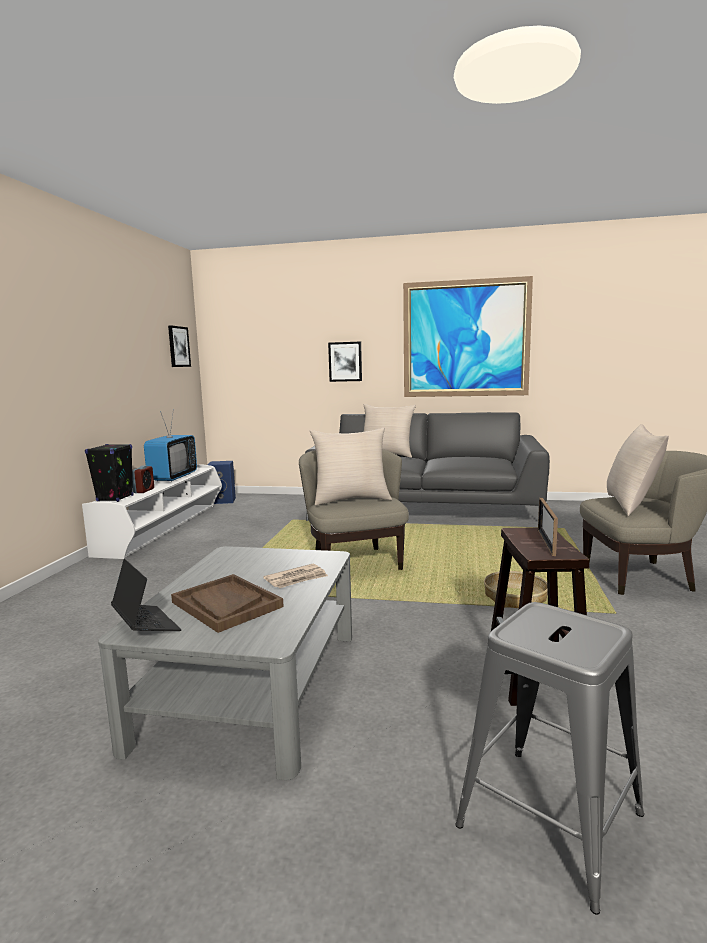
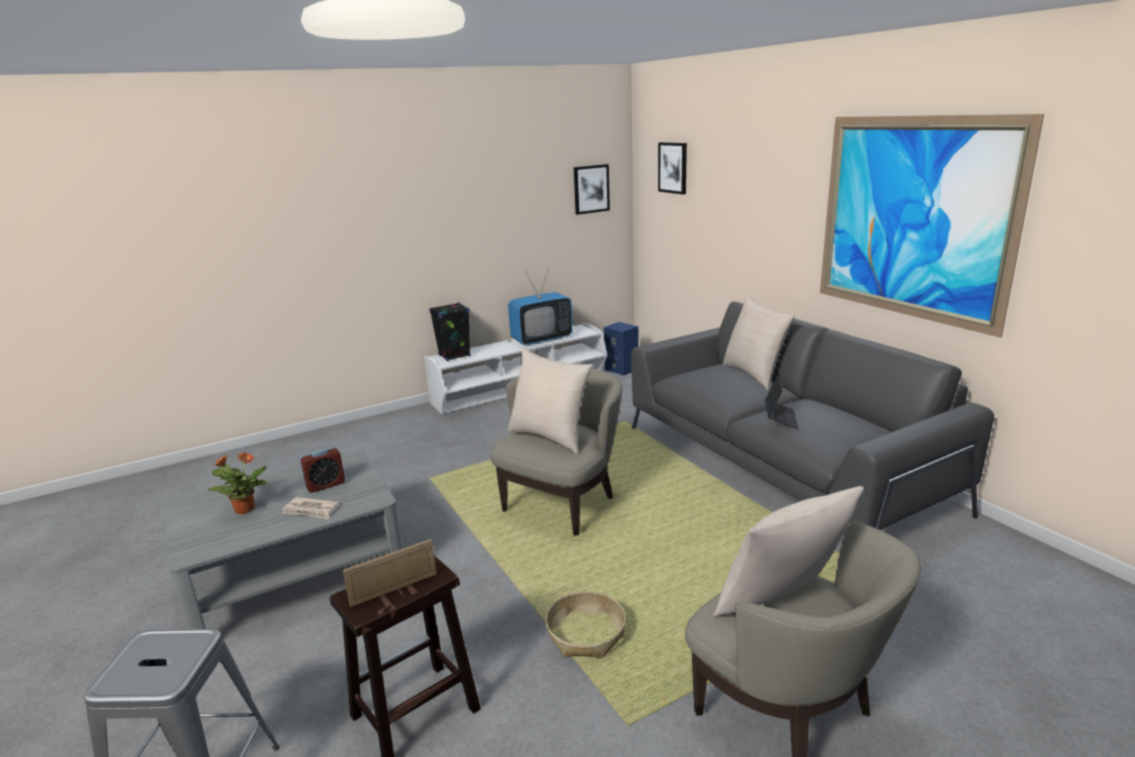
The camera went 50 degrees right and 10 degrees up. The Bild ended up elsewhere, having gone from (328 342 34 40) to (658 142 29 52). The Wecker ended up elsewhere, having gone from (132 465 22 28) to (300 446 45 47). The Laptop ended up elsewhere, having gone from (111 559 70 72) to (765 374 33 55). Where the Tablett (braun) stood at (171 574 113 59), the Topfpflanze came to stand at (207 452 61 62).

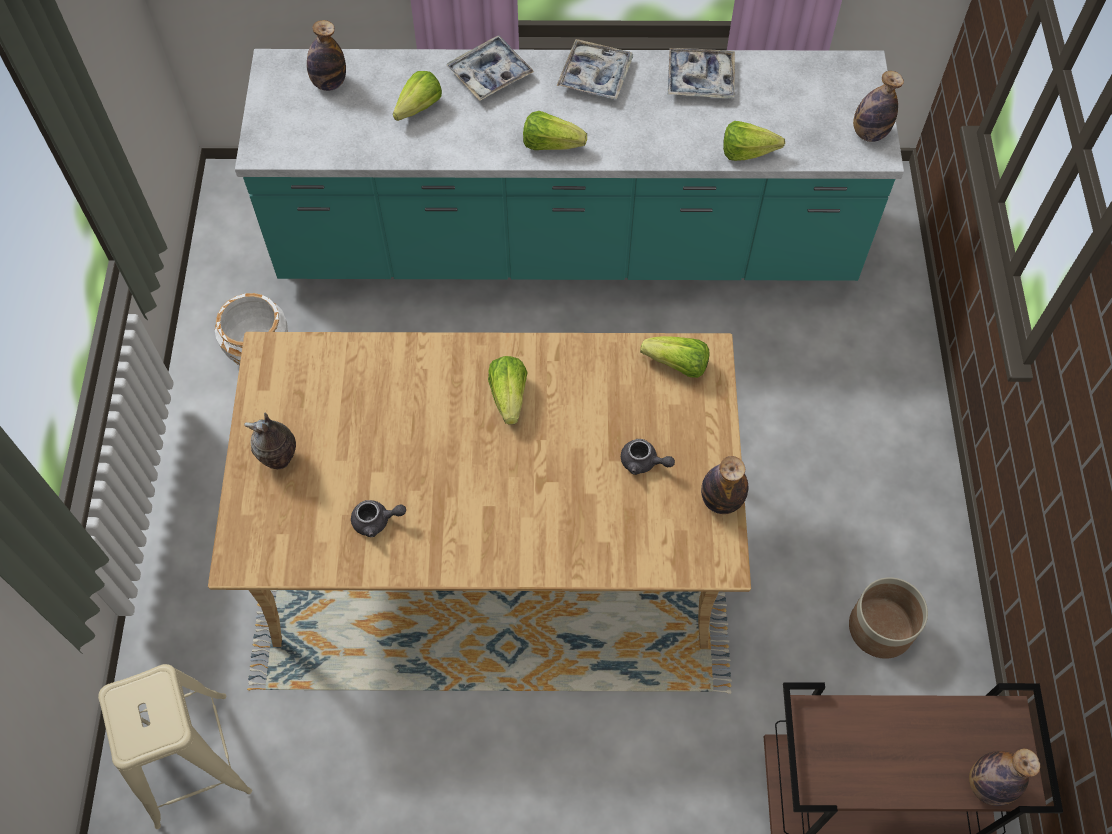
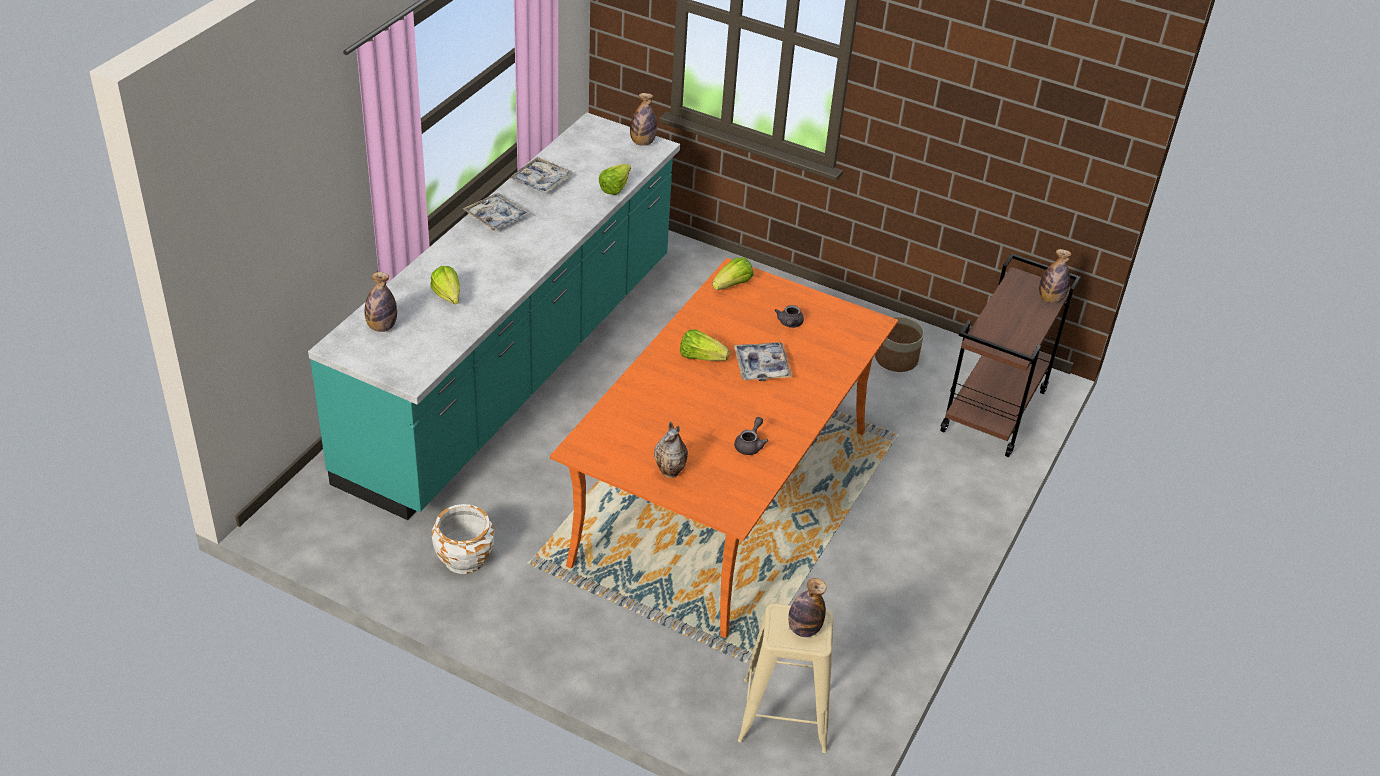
The camera went 65 degrees left and 20 degrees down. The Tablett ended up elsewhere, having gone from (447 35 87 66) to (734 342 58 39). The second view lost the Salatkopf at (523 111 64 39). What was the Esstisch (beige) at (208 332 543 317) turned into the Esstisch (orange) at (550 258 348 380). The Teekanne (grau) at (621 439 54 36) ended up facing another way, 135 degrees clockwise from before. The Flasche ended up elsewhere, having gone from (701 456 47 58) to (788 578 38 59).

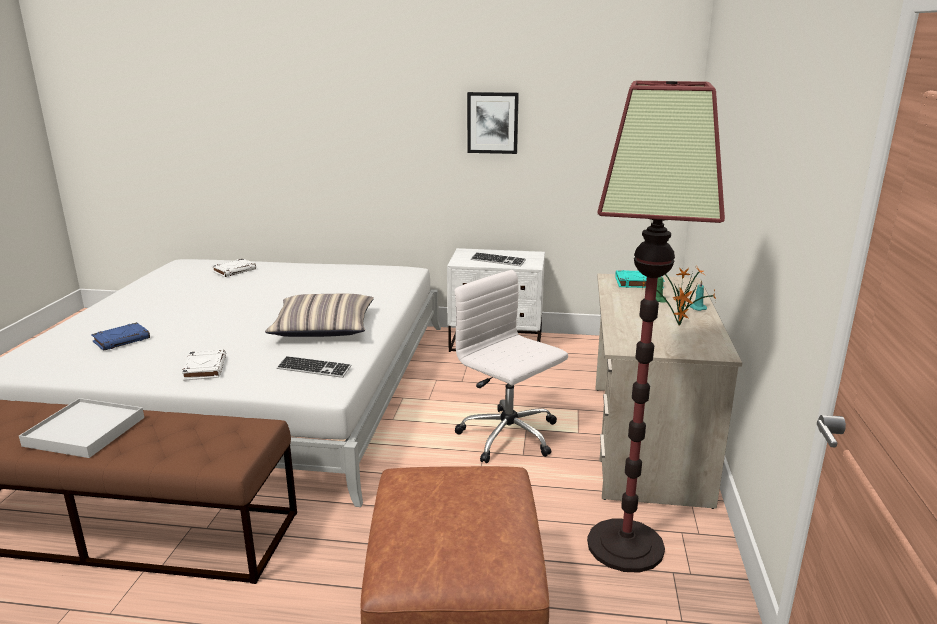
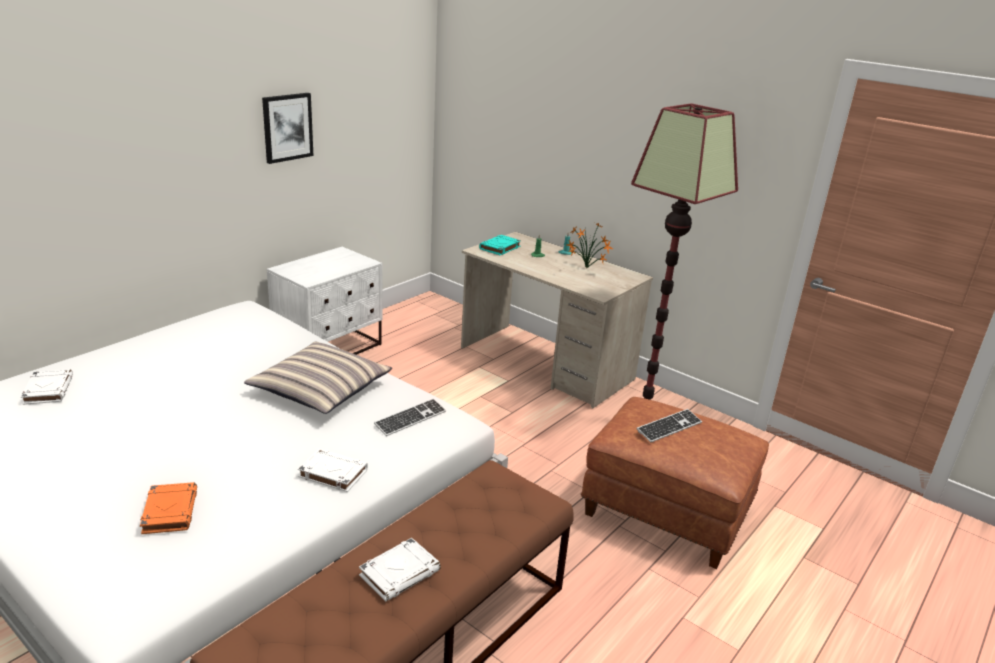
The camera went 60 degrees left and 5 degrees up. The Tastatur ended up elsewhere, having gone from (471 252 55 14) to (636 409 66 33). The second view lost the Bürostuhl (weiß) at (454 270 114 193). What was the Buch (blau) at (91 322 59 29) turned into the Buch (orange) at (140 482 57 52). Where the Tablett (weiß) stood at (19 398 125 60), the Buch (weiß) came to stand at (359 538 82 63).

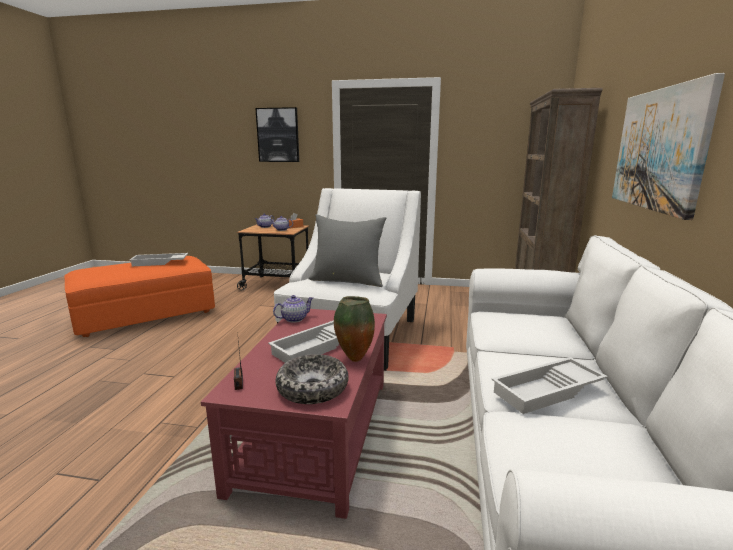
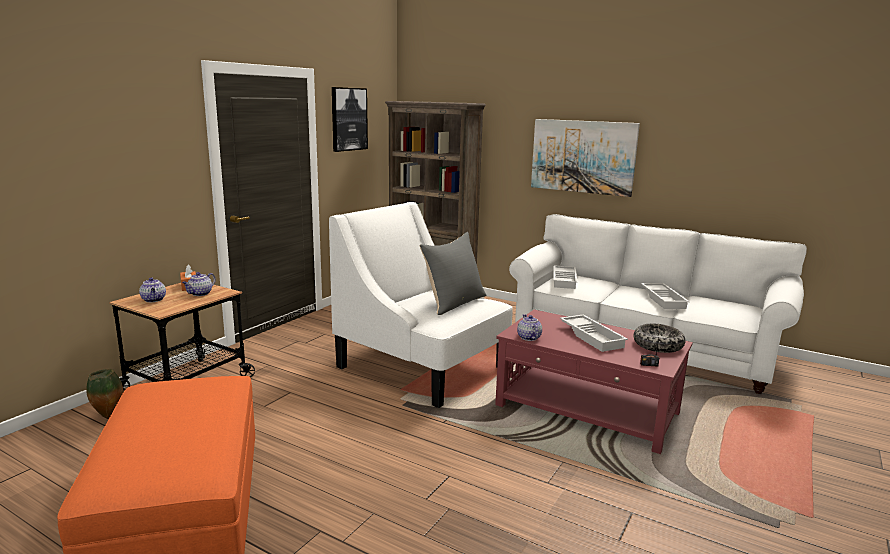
The camera went 70 degrees left and 0 degrees up. The Bild ended up elsewhere, having gone from (255 107 44 55) to (332 87 36 65). The Tablett (weiß) ended up elsewhere, having gone from (129 253 59 13) to (553 265 24 24). The Vase ended up elsewhere, having gone from (334 296 41 66) to (86 369 38 50).

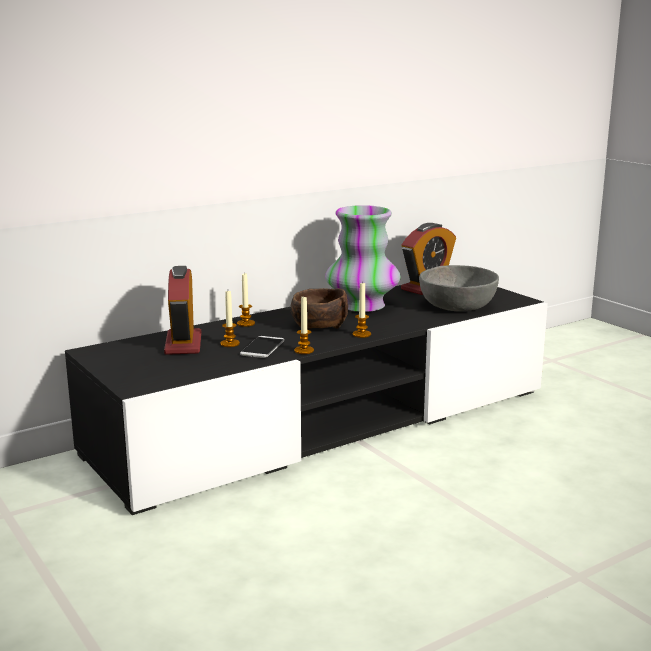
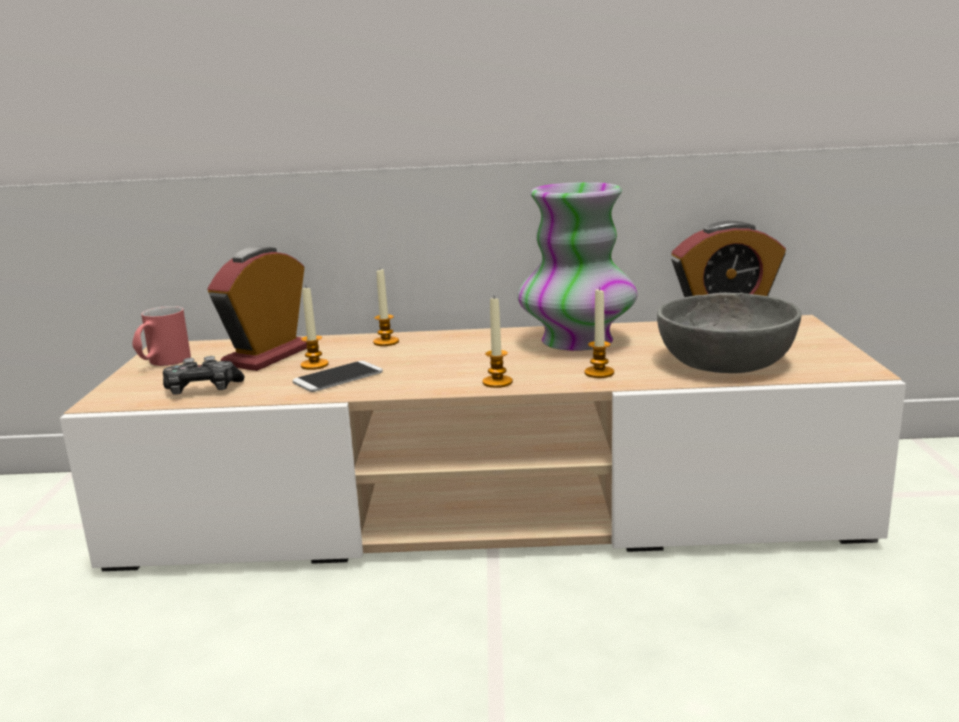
The camera went 35 degrees right and 0 degrees up. What was the Fernsehschrank (schwarz) at (65 285 483 230) turned into the Fernsehschrank (beige) at (60 315 846 256). The second view lost the Schüssel (braun) at (291 288 57 42). The Kerze ended up elsewhere, having gone from (294 297 20 57) to (584 287 30 91). The second view gained the Henkelbecher (rot) at (132 306 59 60). The second view gained the Gamepad at (163 356 81 39).

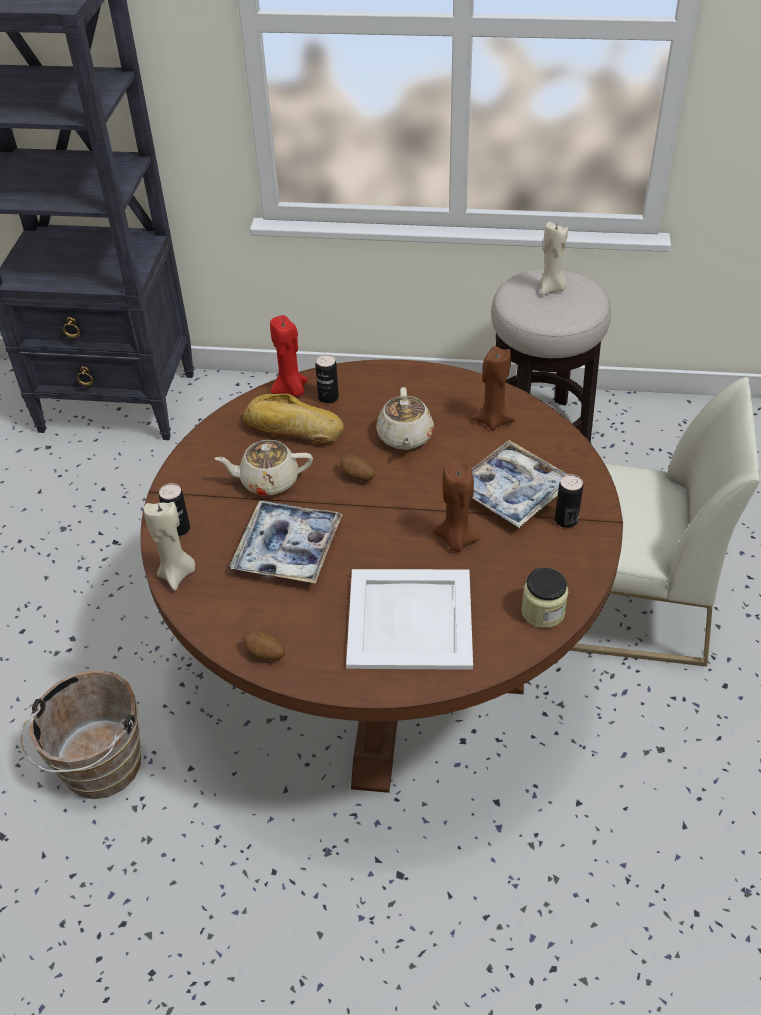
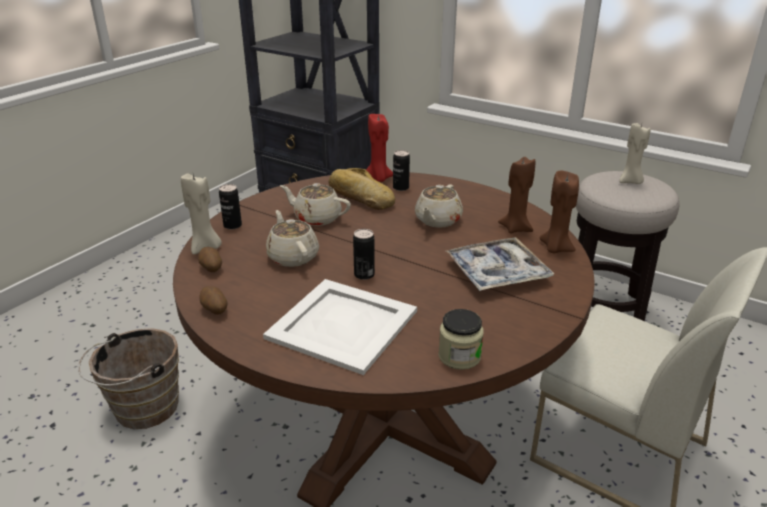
The camera went 25 degrees right and 15 degrees down. The Kartoffel ended up elsewhere, having gone from (341 455 34 27) to (198 247 24 25). The Kerze (braun) ended up elsewhere, having gone from (433 461 47 91) to (540 171 39 83). The Dose ended up elsewhere, having gone from (555 474 28 54) to (353 229 22 51). Where the Tablett stood at (230 501 113 82), the Teekanne (beige) came to stand at (266 210 53 57).

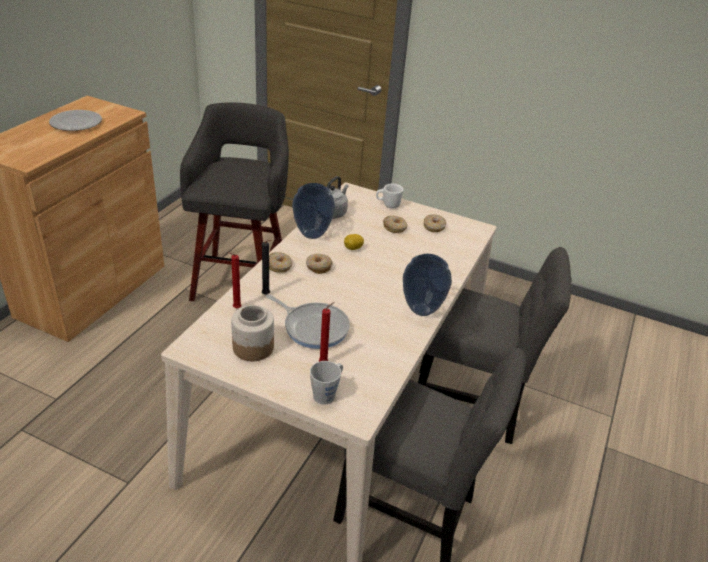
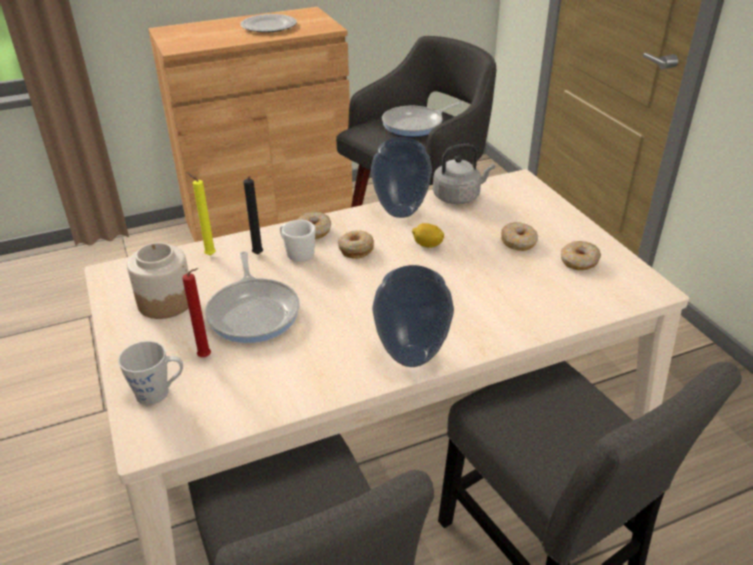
The camera went 45 degrees right and 0 degrees up. The Henkelbecher (weiß) ended up elsewhere, having gone from (376 184 28 24) to (280 220 35 42). What was the Kerze (rot) at (227 252 15 56) turned into the Kerze (gelb) at (186 172 30 83). The second view gained the Pfanne at (382 102 81 35).

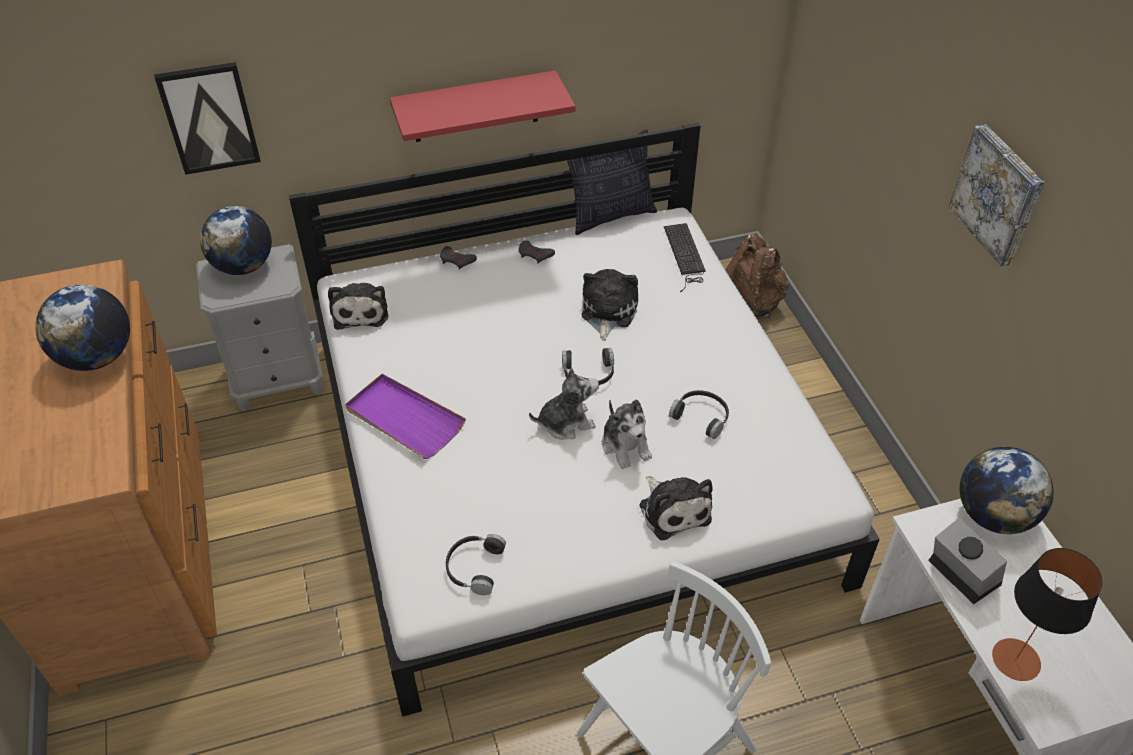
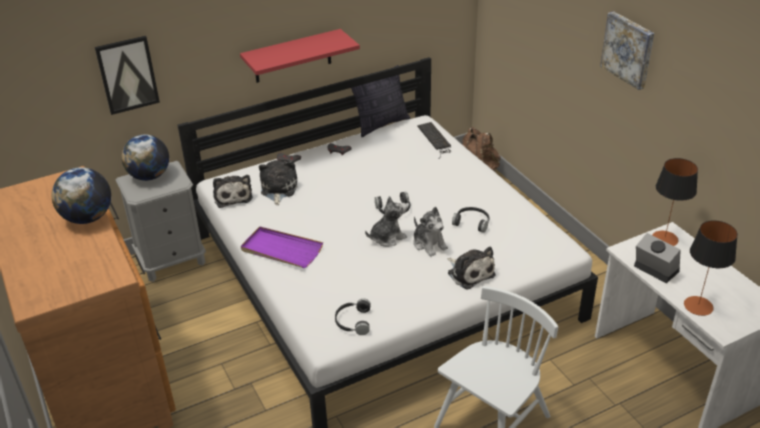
The camera went 10 degrees left and 10 degrees down. The Plüschtier ended up elsewhere, having gone from (582 269 56 72) to (259 160 38 45). Where the Globus stood at (960 447 94 87), the Tischlampe came to stand at (652 158 46 88).

